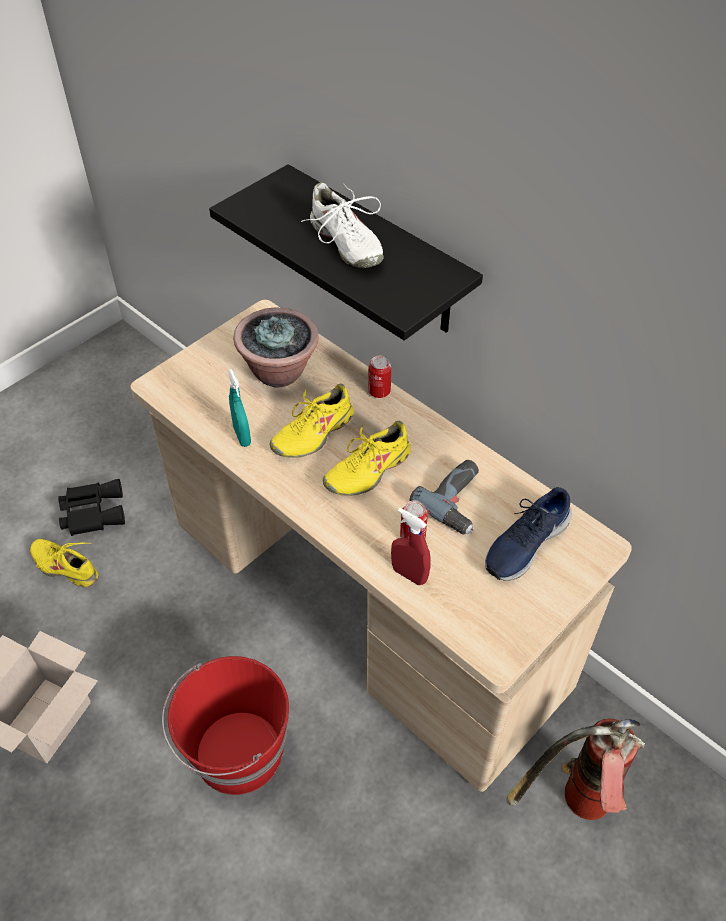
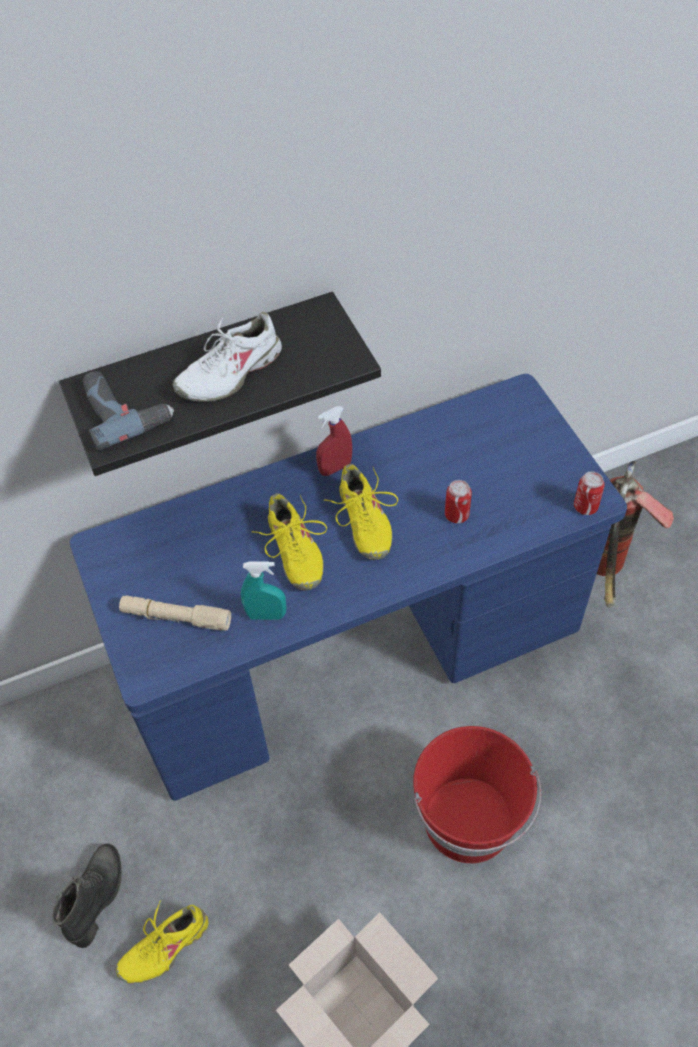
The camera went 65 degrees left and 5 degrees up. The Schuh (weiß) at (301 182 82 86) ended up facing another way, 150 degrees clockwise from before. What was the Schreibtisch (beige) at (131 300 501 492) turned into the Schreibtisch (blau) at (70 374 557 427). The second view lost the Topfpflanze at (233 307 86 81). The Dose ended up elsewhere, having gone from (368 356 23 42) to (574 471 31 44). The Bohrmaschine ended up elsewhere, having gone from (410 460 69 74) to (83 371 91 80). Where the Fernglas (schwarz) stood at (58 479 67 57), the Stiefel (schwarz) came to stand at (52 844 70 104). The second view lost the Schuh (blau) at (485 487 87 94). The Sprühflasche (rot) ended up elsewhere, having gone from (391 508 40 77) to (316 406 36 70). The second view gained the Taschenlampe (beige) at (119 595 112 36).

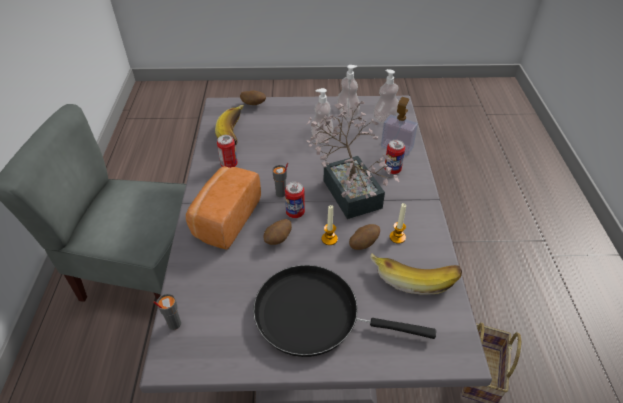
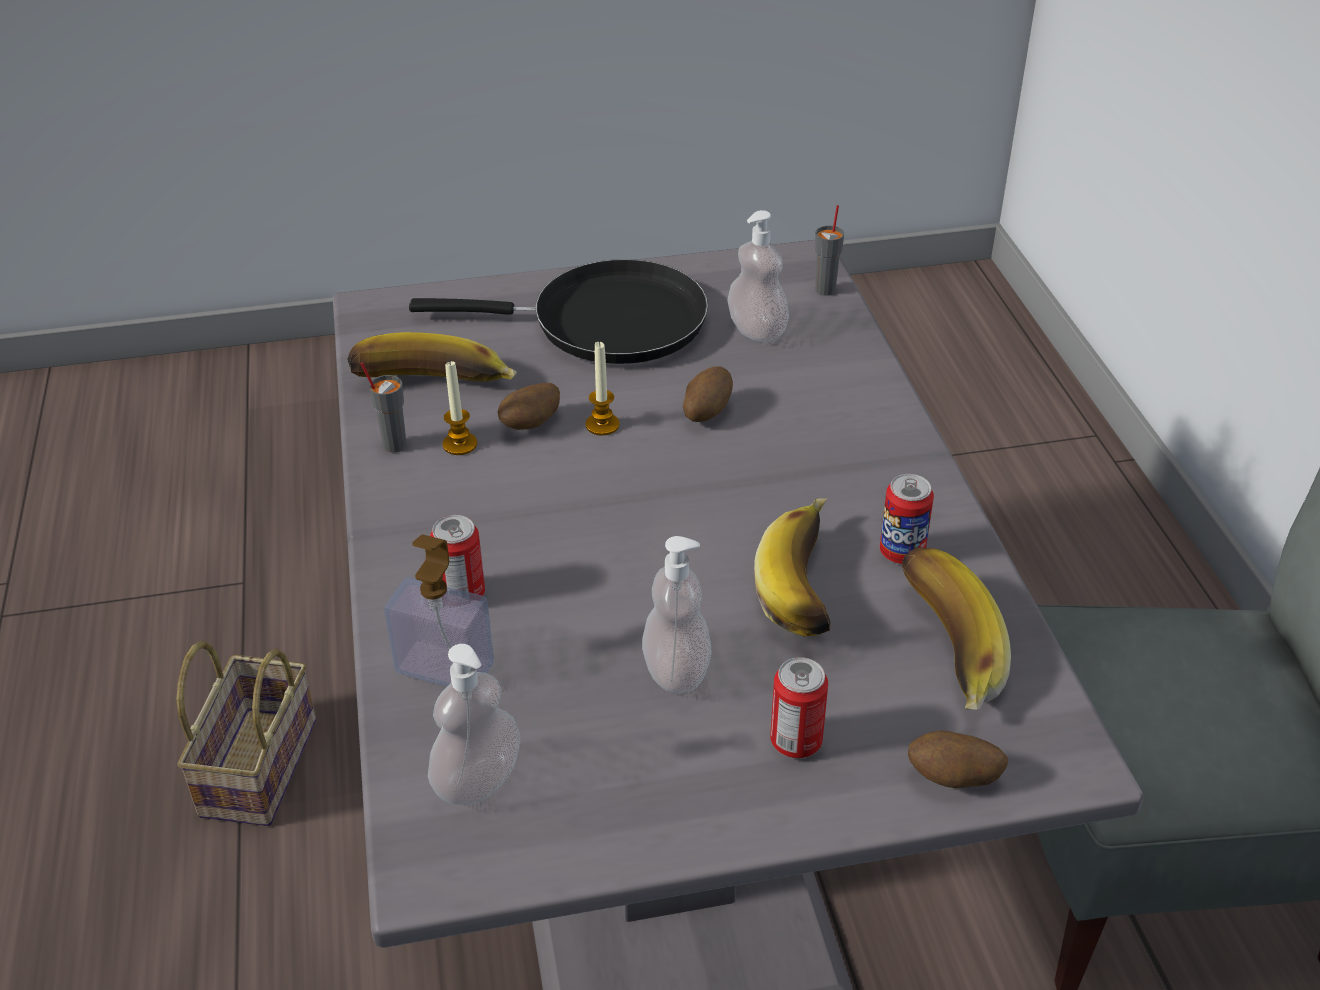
The camera went 170 degrees right and 5 degrees down. The Seifenspender ended up elsewhere, having gone from (337 65 23 53) to (727 210 62 132). The second view lost the Topfpflanze at (305 101 95 118). The Tasse (grau) ended up elsewhere, having gone from (272 163 16 34) to (361 362 46 91). The second view lost the Brot at (186 166 75 84). The Dose ended up elsewhere, having gone from (285 182 20 36) to (770 657 58 101). The second view gained the Banane at (754 498 77 139).

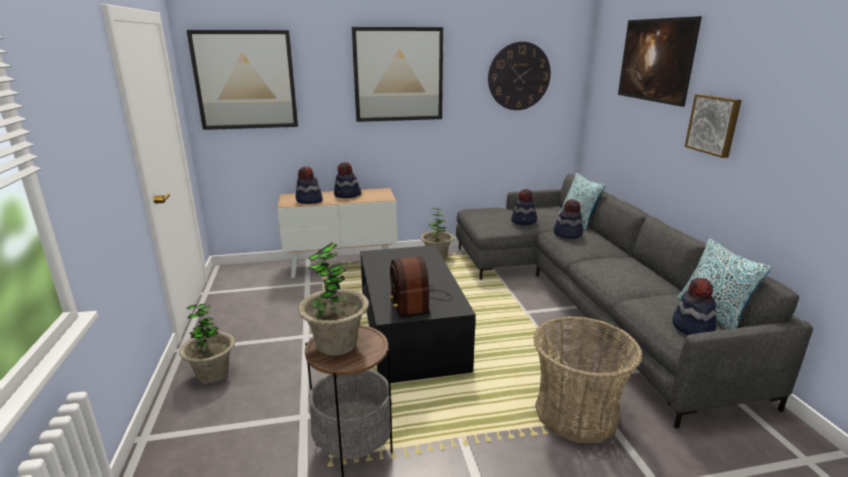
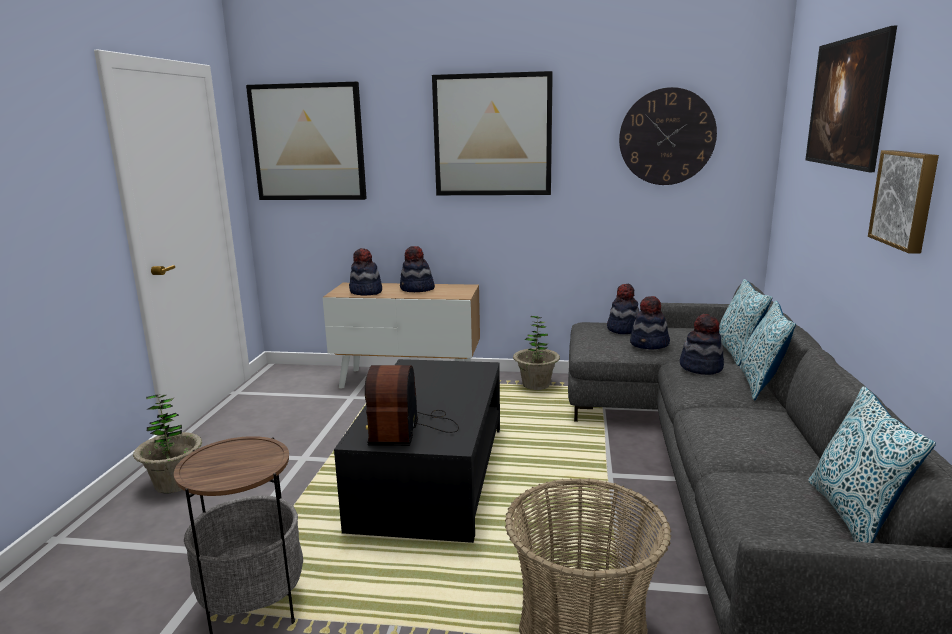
The camera went 20 degrees right and 5 degrees down. The second view lost the Topfpflanze at (298 242 71 114). The Hut ended up elsewhere, having gone from (672 278 45 57) to (607 284 32 50). The second view gained the Kissen at (740 300 56 100).

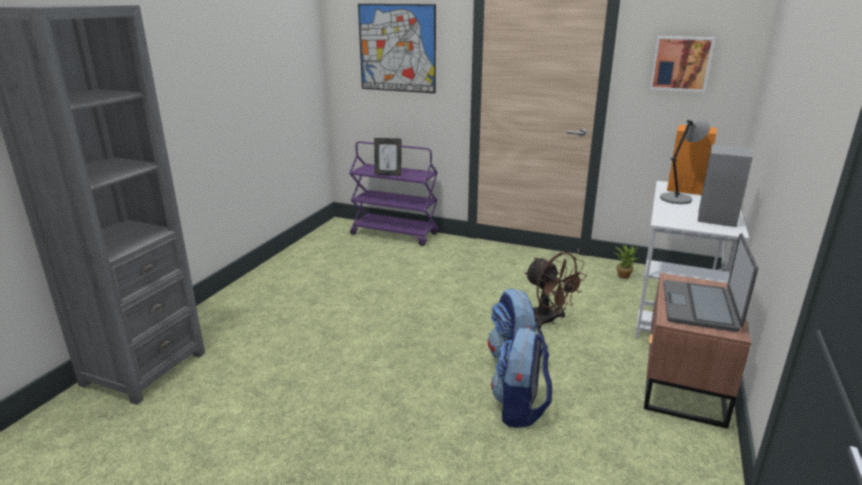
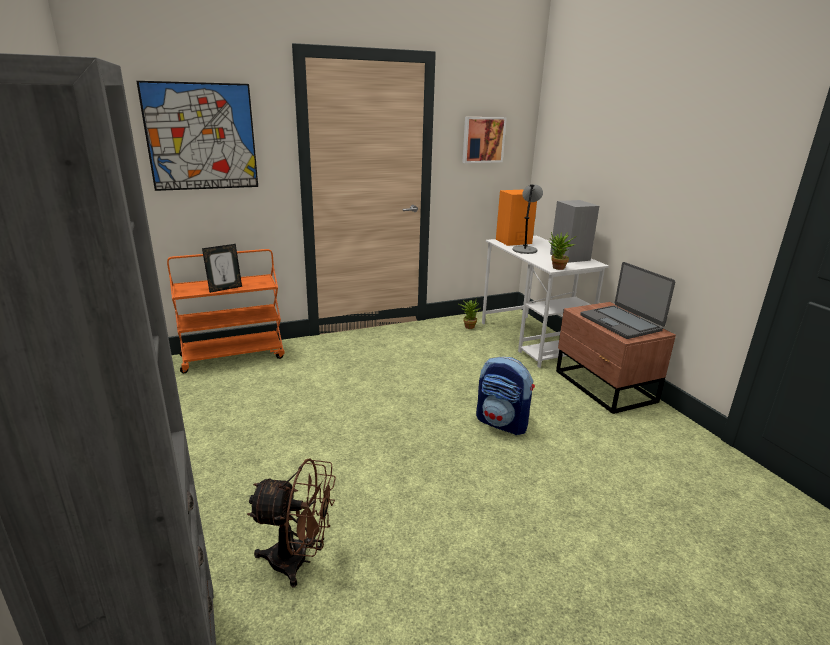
The camera went 45 degrees left and 0 degrees up. What was the Rollwagen (lila) at (349 141 90 105) turned into the Rollwagen (orange) at (167 249 117 124). The Ventilator (braun) ended up elsewhere, having gone from (525 252 62 77) to (247 458 89 129). The second view lost the Rucksack at (491 328 61 99). The second view gained the Topfpflanze at (549 232 28 38).

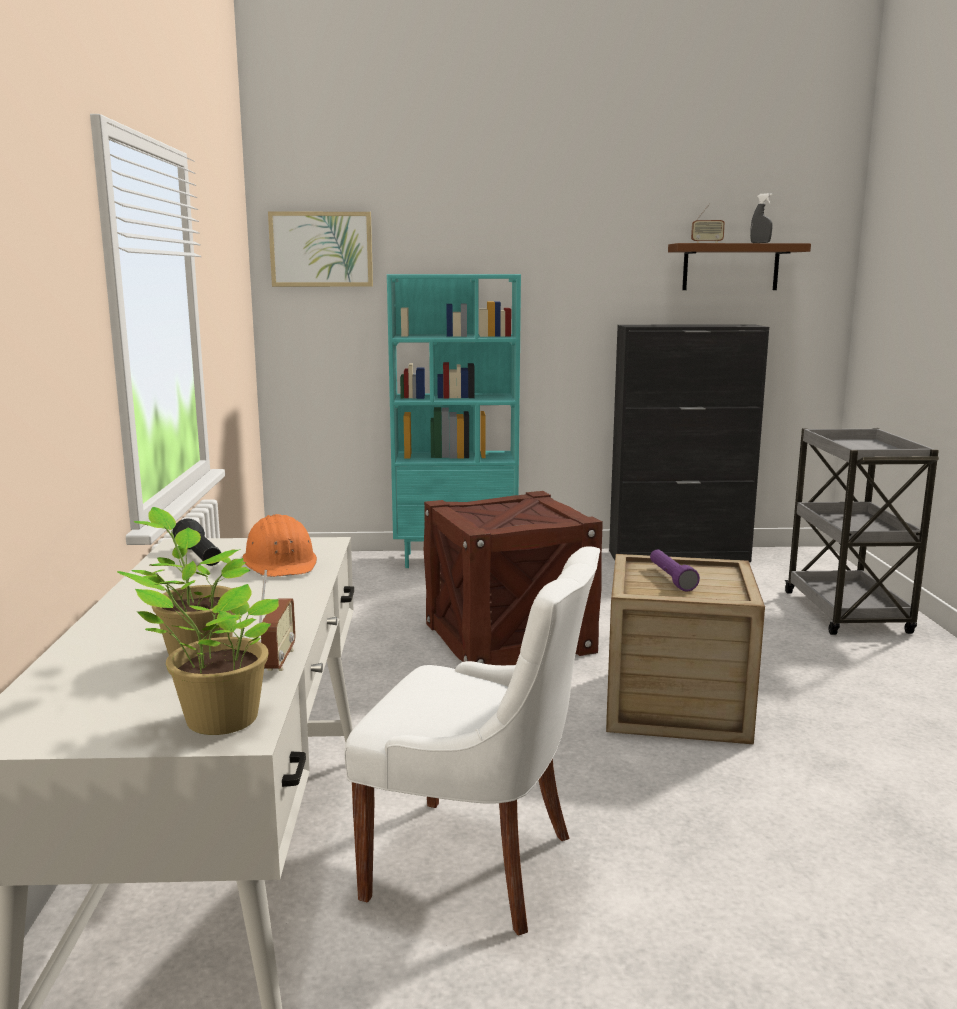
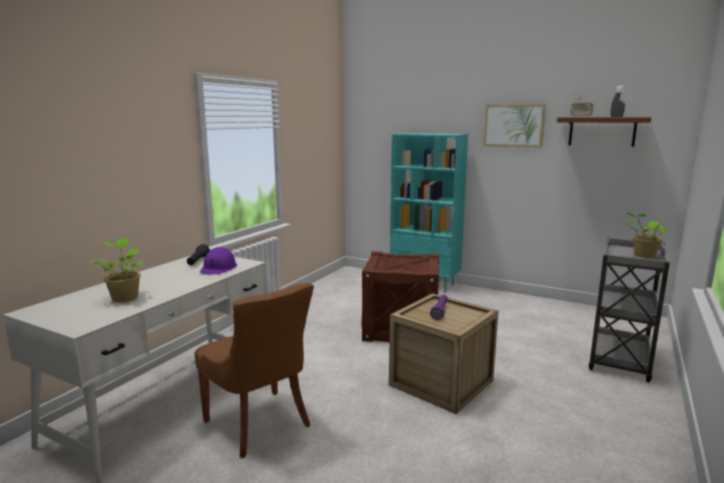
The camera went 30 degrees right and 0 degrees up. The Bild ended up elsewhere, having gone from (268 212 105 75) to (483 104 63 44). The second view lost the Schrank (schwarz) at (609 324 160 238). What was the Schutzhelm (orange) at (242 514 75 63) turned into the Schutzhelm (lila) at (200 247 37 28). What was the Stuhl (weiß) at (345 547 255 388) turned into the Stuhl (braun) at (195 283 119 175). The second view lost the Radio at (259 570 37 101). The Topfpflanze ended up elsewhere, having gone from (117 571 162 164) to (627 212 40 46).

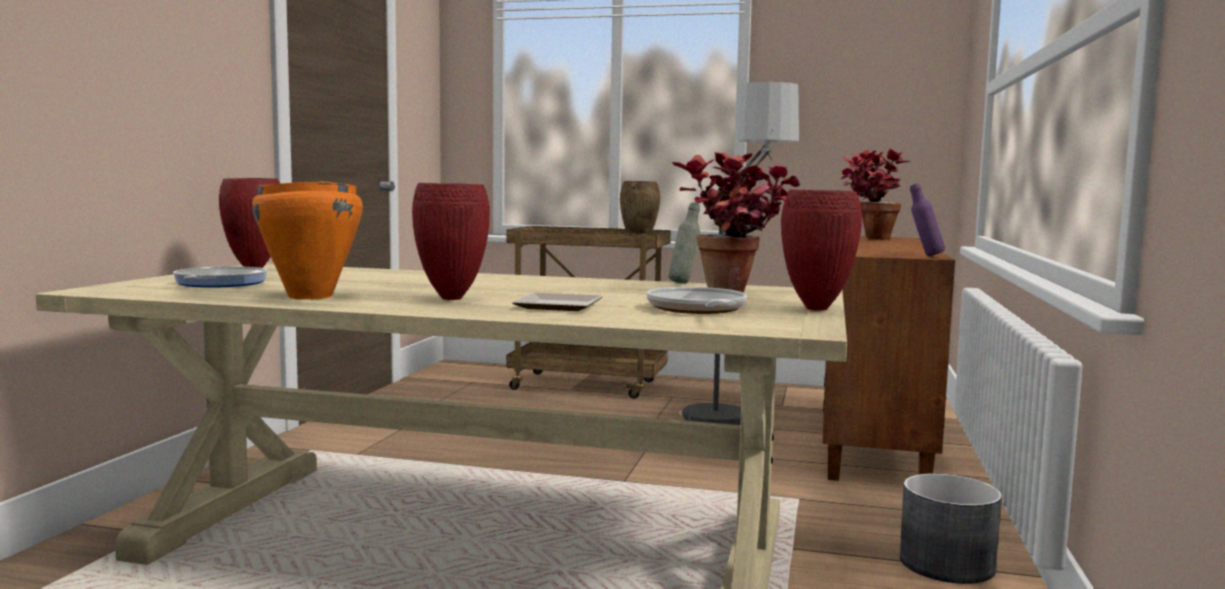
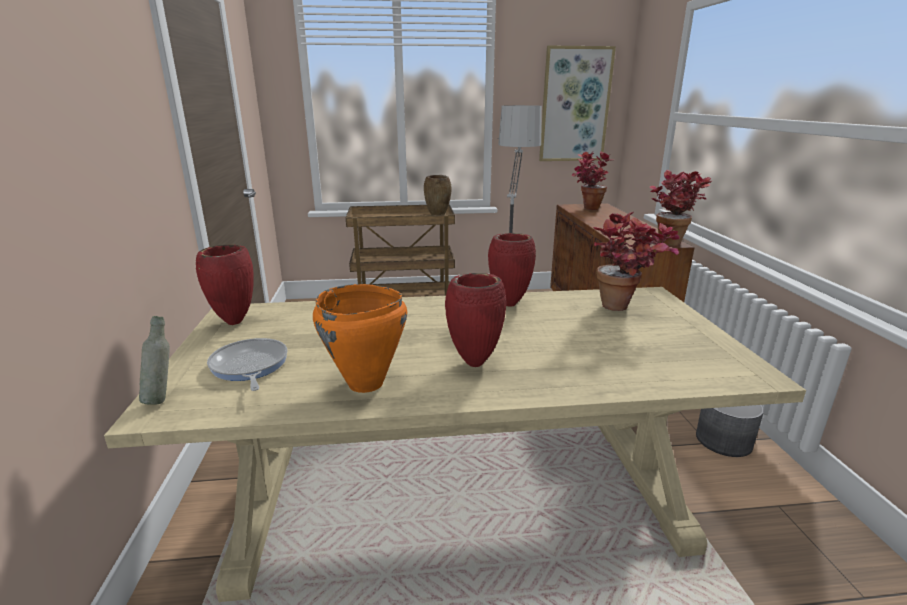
The camera went 20 degrees left and 15 degrees up. Where the Flasche (lila) stood at (910 183 35 73), the Topfpflanze came to stand at (650 170 63 77). The Vase (rot) ended up elsewhere, having gone from (781 189 81 122) to (488 233 48 74). The Flasche (grau) ended up elsewhere, having gone from (669 202 31 82) to (139 316 31 89). The second view lost the Pfanne at (646 287 101 27). The second view lost the Teller at (512 293 91 18). The second view gained the Bild at (539 46 77 115).

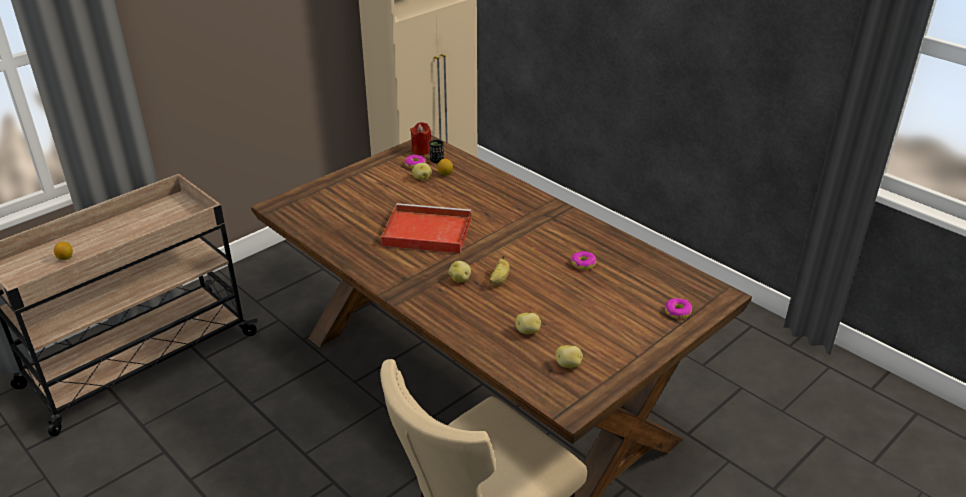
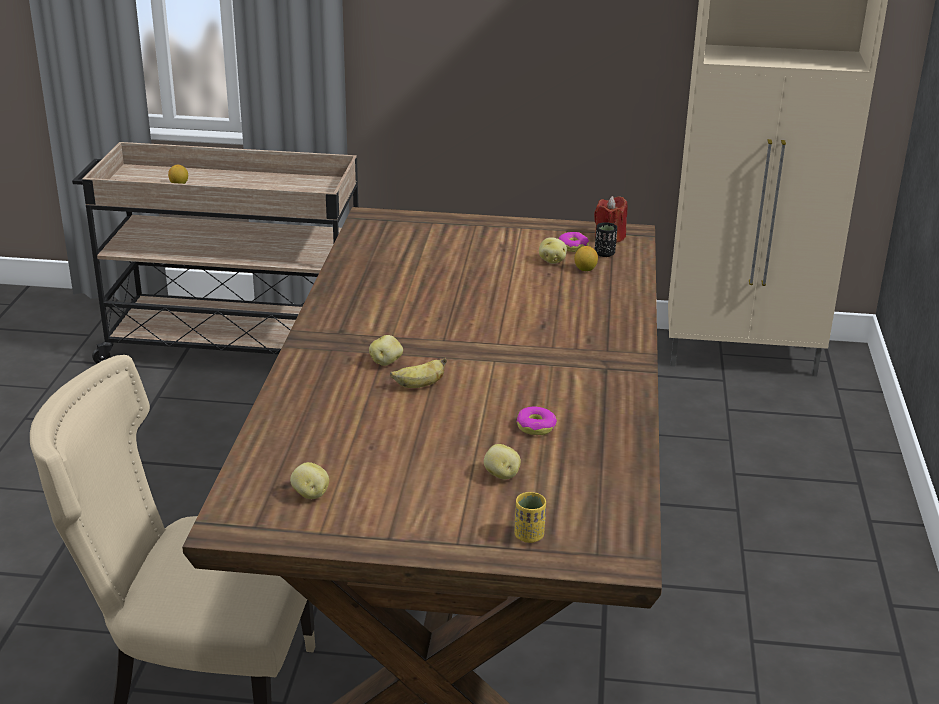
The camera went 50 degrees right and 5 degrees down. The second view lost the Tablett (rot) at (381 203 90 50). Where the Donut stood at (665 298 27 21), the Tasse (gelb) came to stand at (514 492 32 51). The Kartoffel ended up elsewhere, having gone from (515 313 26 21) to (484 444 37 35).

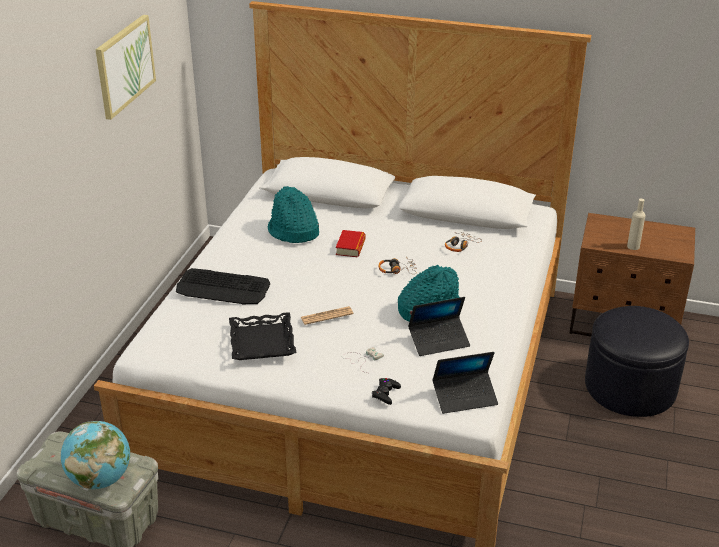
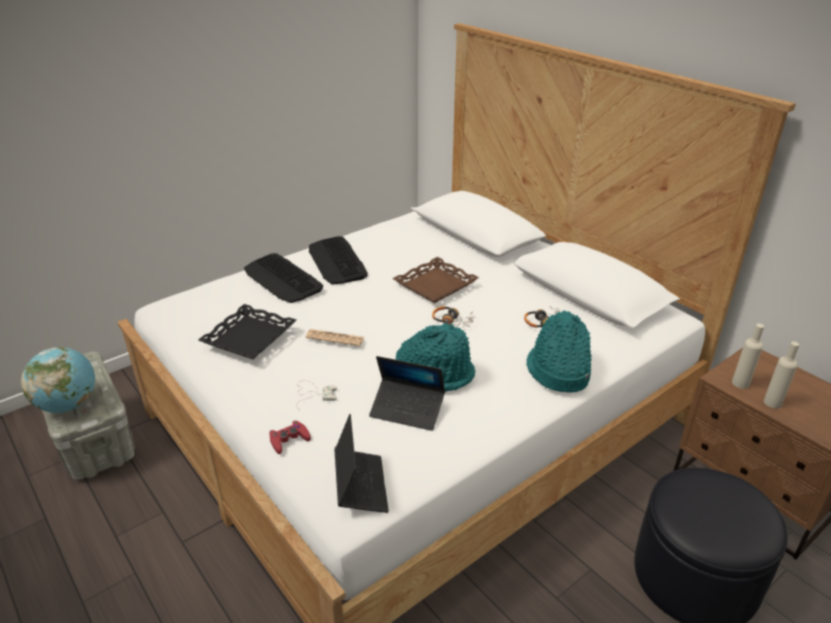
The camera went 35 degrees right and 0 degrees up. The second view lost the Bild at (95 14 61 106). The Hut (türkis) ended up elsewhere, having gone from (268 186 51 57) to (526 310 66 82). Where the Buch stood at (336 230 30 27), the Tablett (braun) came to stand at (392 257 87 46). The Laptop at (432 352 66 62) ended up facing another way, 120 degrees counterclockwise from before. What was the Gamepad (schwarz) at (372 378 29 27) turned into the Gamepad (rot) at (270 420 41 34). The second view gained the Tastatur at (309 236 59 48). The second view gained the Flasche (beige) at (732 324 32 65).

